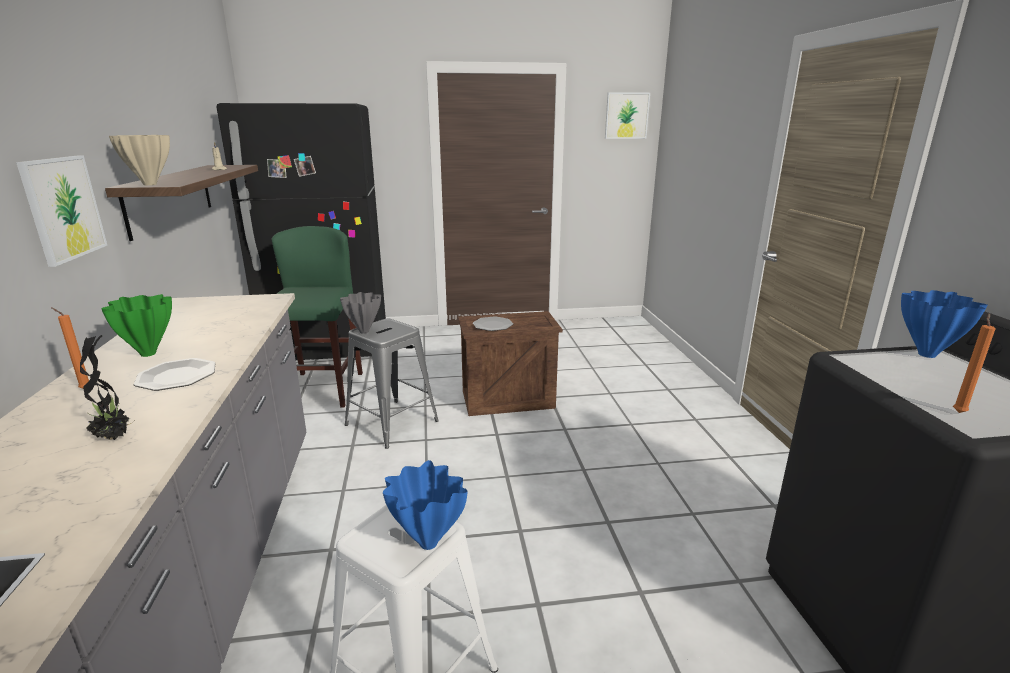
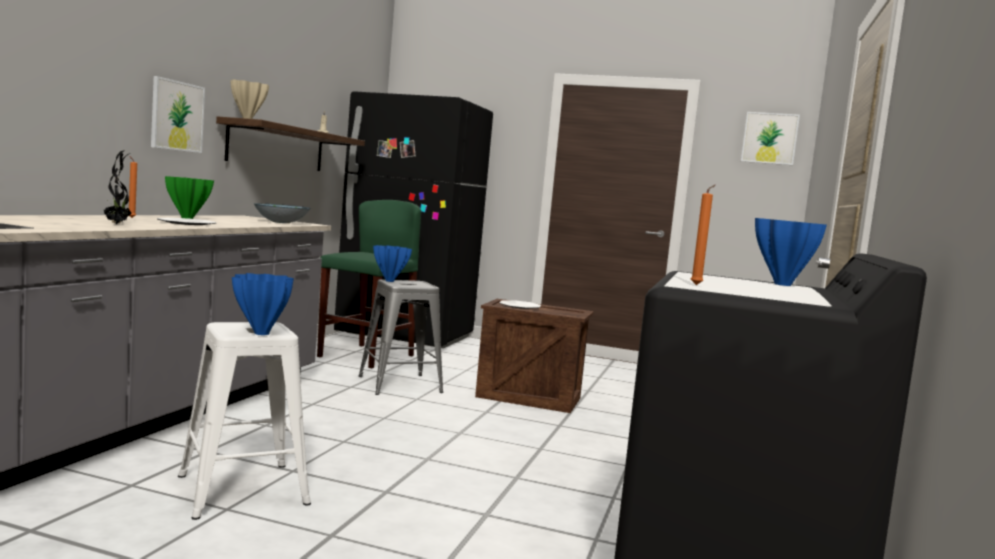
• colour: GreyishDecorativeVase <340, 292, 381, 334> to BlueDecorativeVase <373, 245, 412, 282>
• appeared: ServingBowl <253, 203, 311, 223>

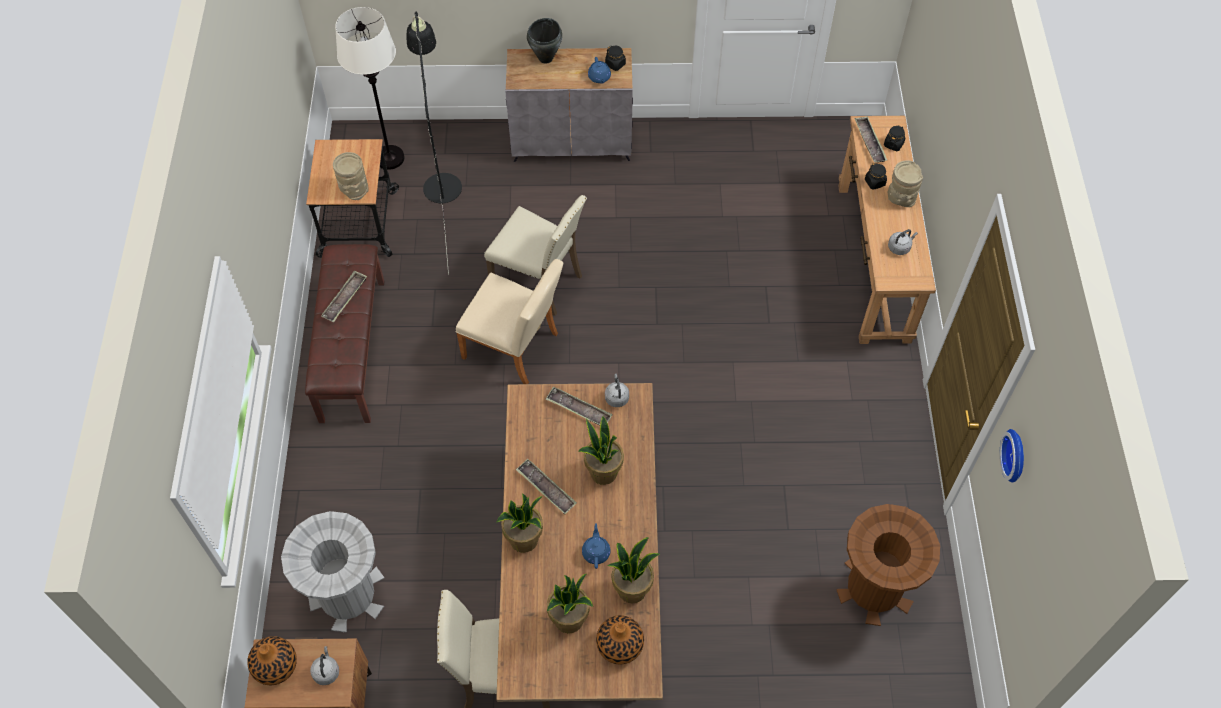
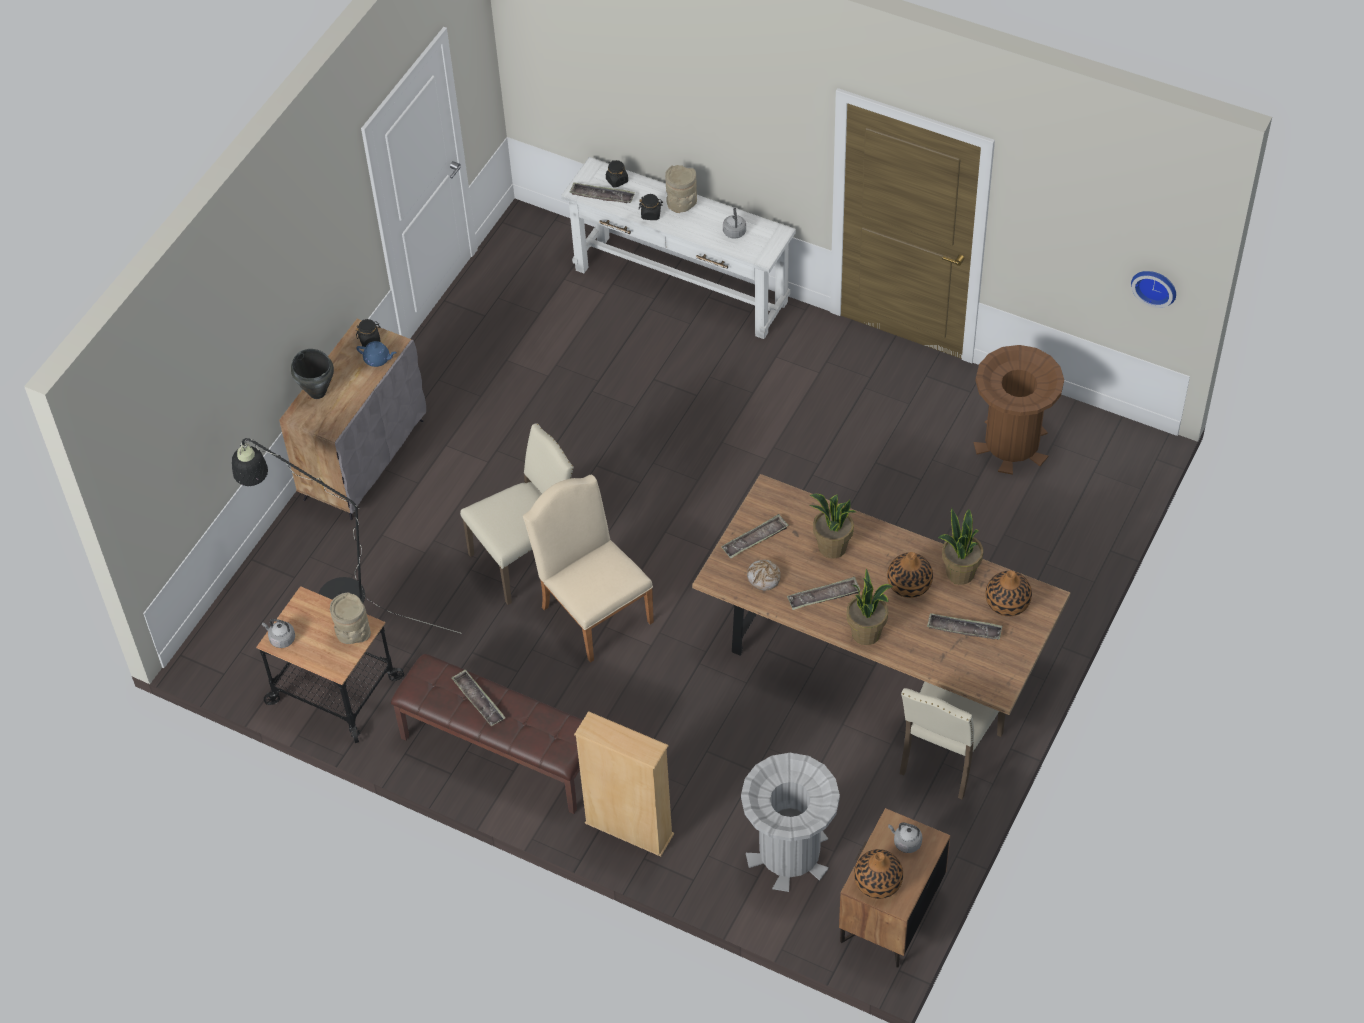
• missing: WhitishStandingLamp <335, 7, 405, 170>
• colour: BrownConsoleTable <838, 116, 936, 344> to WhitishConsoleTable <561, 157, 796, 339>
• spun: BeigeColouredChair <456, 259, 564, 384> = <523, 474, 654, 663> 90 degrees counterclockwise
• relocated: GreyishWaterKettle <605, 374, 629, 407> to <262, 619, 295, 648>
• relocated: WallClock <1000, 429, 1024, 483> to <1131, 271, 1176, 308>
• exchanged: BlueTeapot <582, 523, 611, 569> to DecorativeVase <887, 552, 933, 598>
• exchanged: Houseplant <547, 573, 593, 633> to Tray <927, 613, 1002, 639>
• appeared: Bread <747, 560, 781, 591>
• appeared: BeigeColouredBookshelf <574, 711, 674, 857>

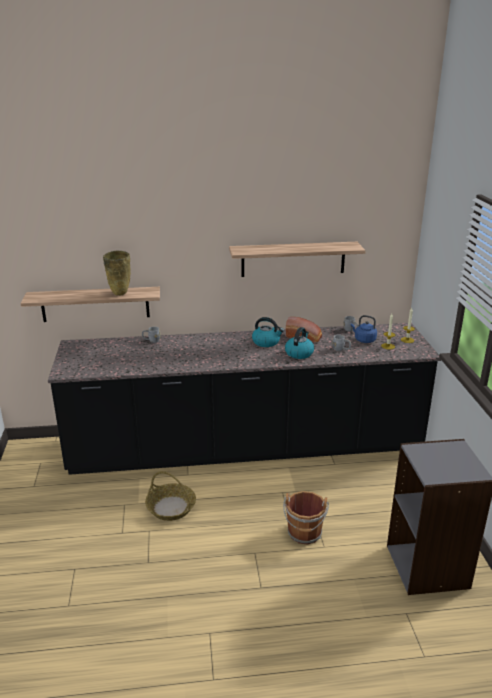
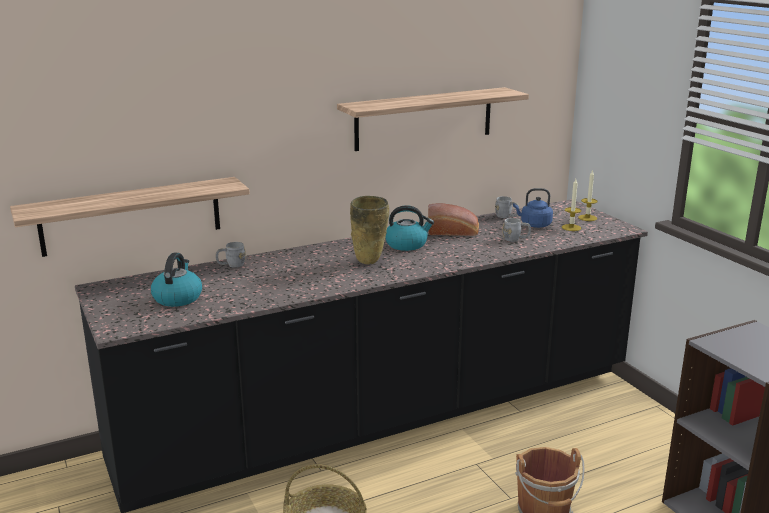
• relocated: BeigeColouredDecorativeVase <103, 251, 131, 296> to <350, 196, 389, 265>
• relocated: WaterKettle <285, 327, 314, 359> to <151, 253, 202, 307>

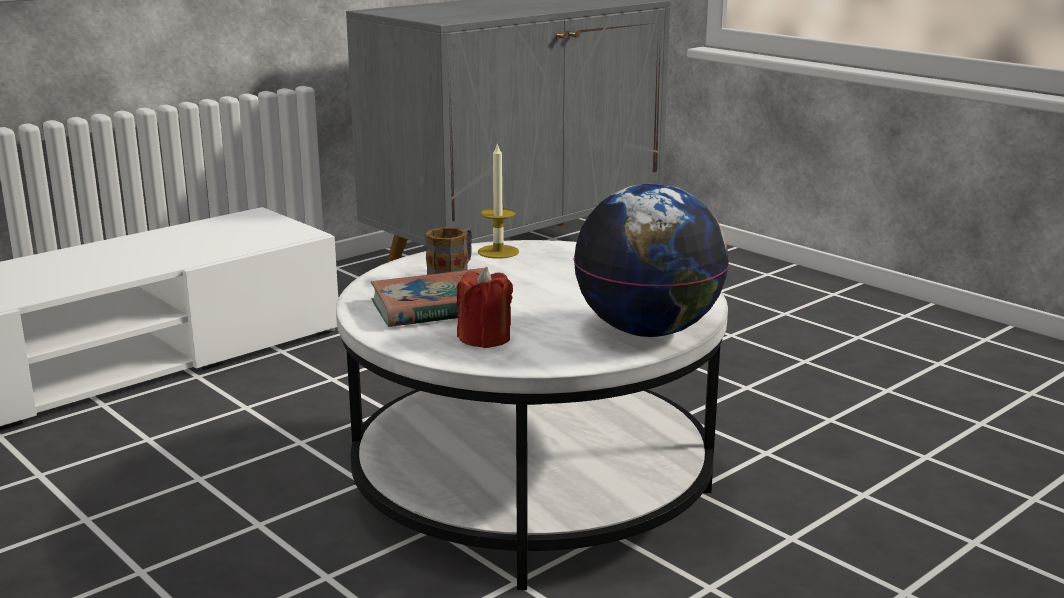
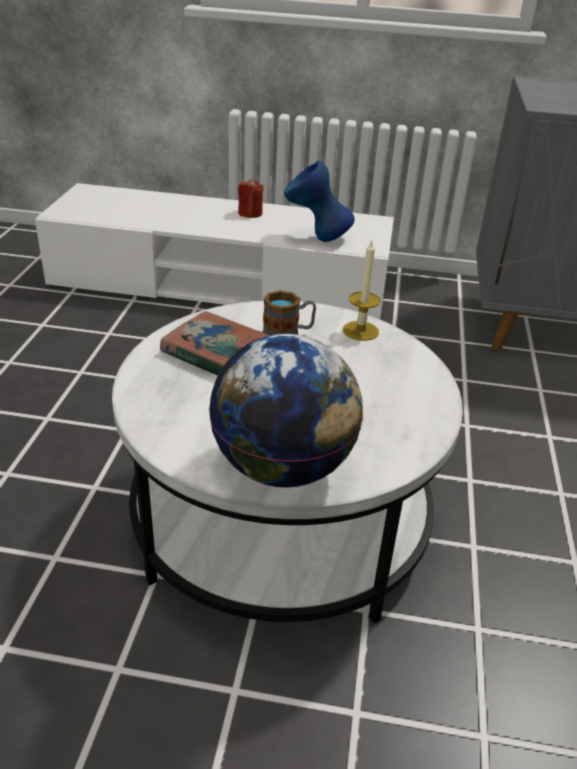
• relocated: RedColouredWaxCandle <457, 267, 513, 348> to <238, 179, 264, 218>
• appeared: BlueDecorativeVase <284, 161, 355, 242>

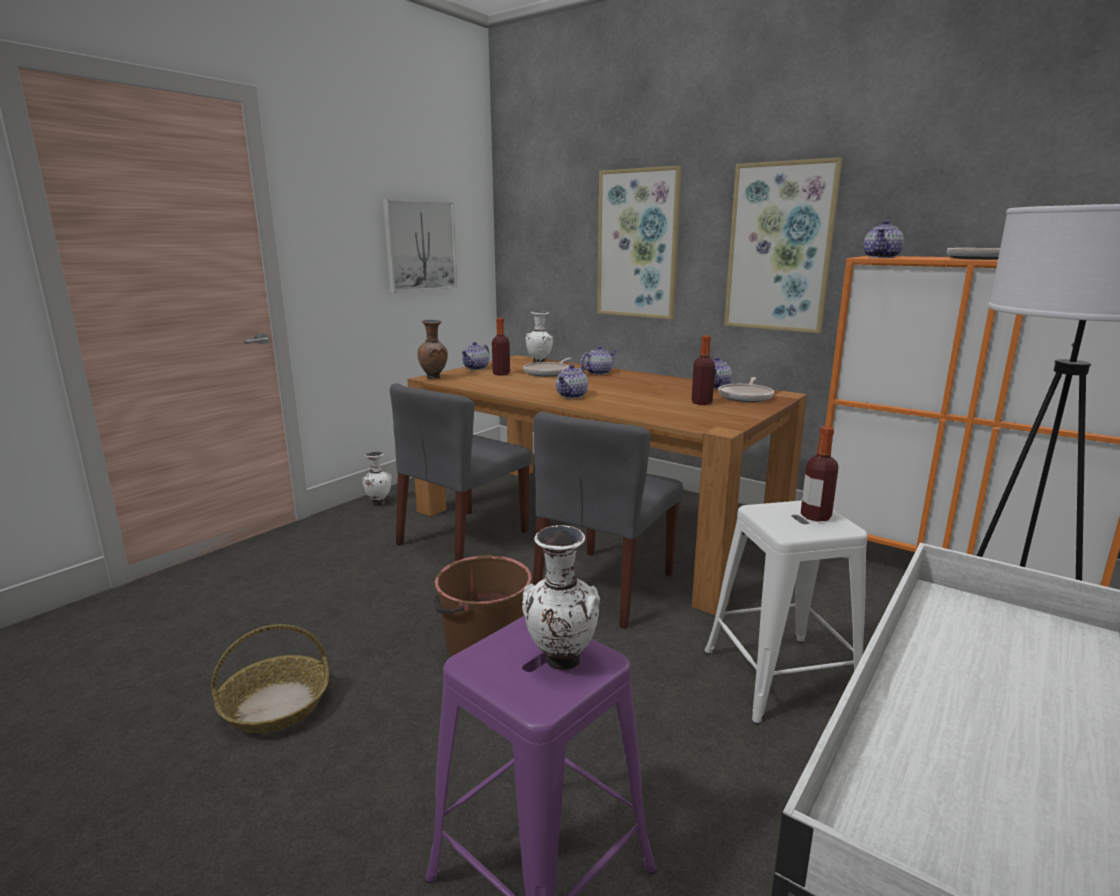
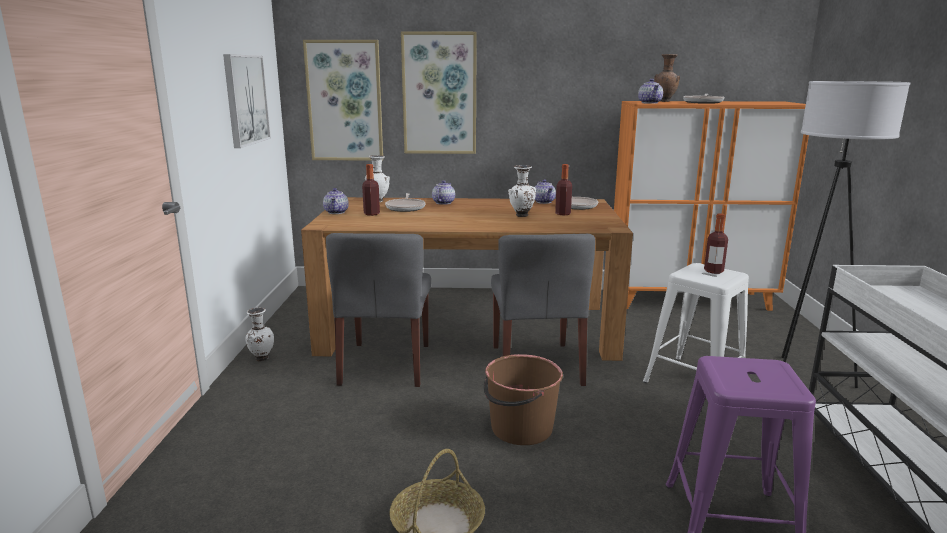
• relocated: Picture <724, 157, 842, 333> to <303, 40, 383, 161>
• relocated: BrownDecorativeVase <417, 320, 448, 379> to <654, 54, 680, 102>
• missing: Teapot <556, 364, 588, 399>
• relocated: WhitishDecorativeVase <522, 525, 600, 670> to <508, 165, 536, 217>

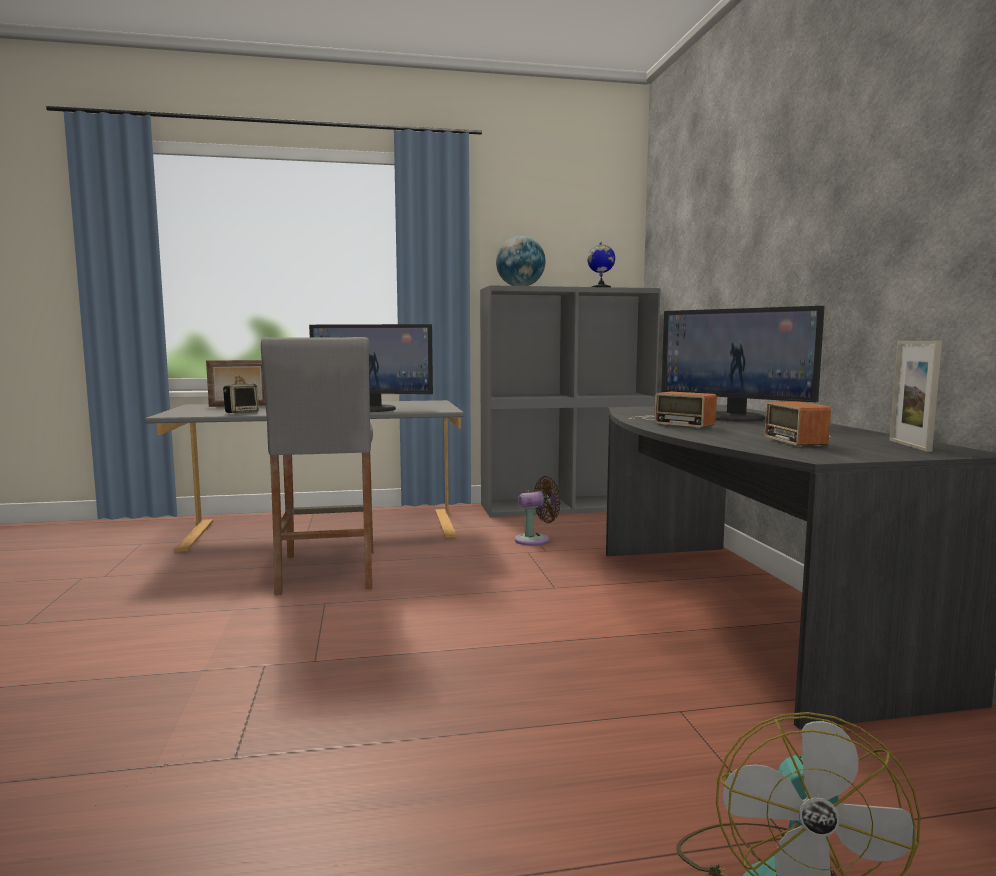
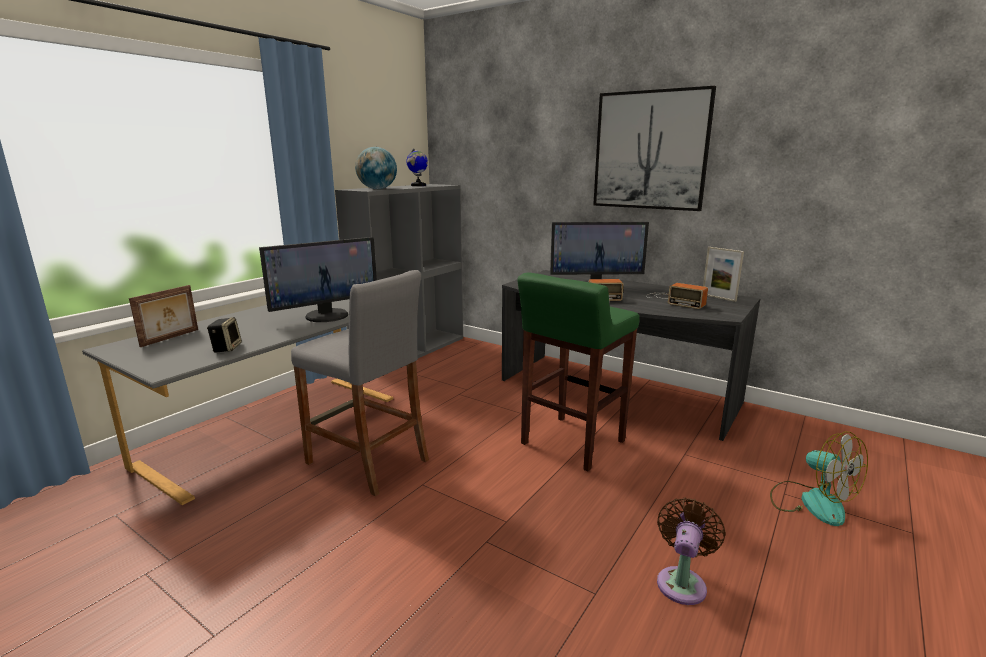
• relocated: BrownFan <515, 476, 560, 546> to <657, 497, 726, 605>
• appeared: Picture <593, 86, 716, 211>
• appeared: GreenishStool <517, 272, 640, 472>

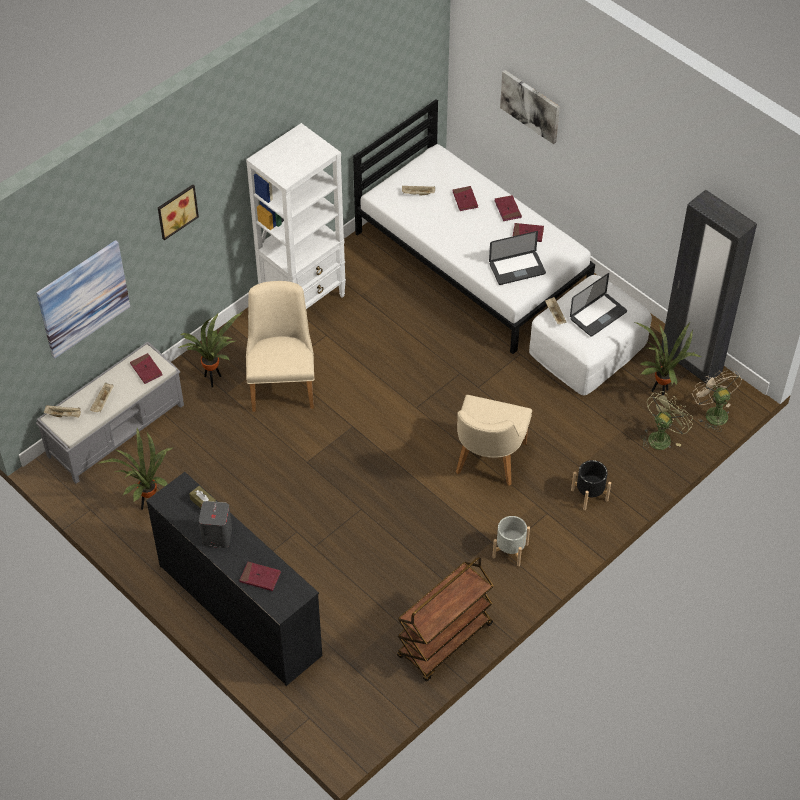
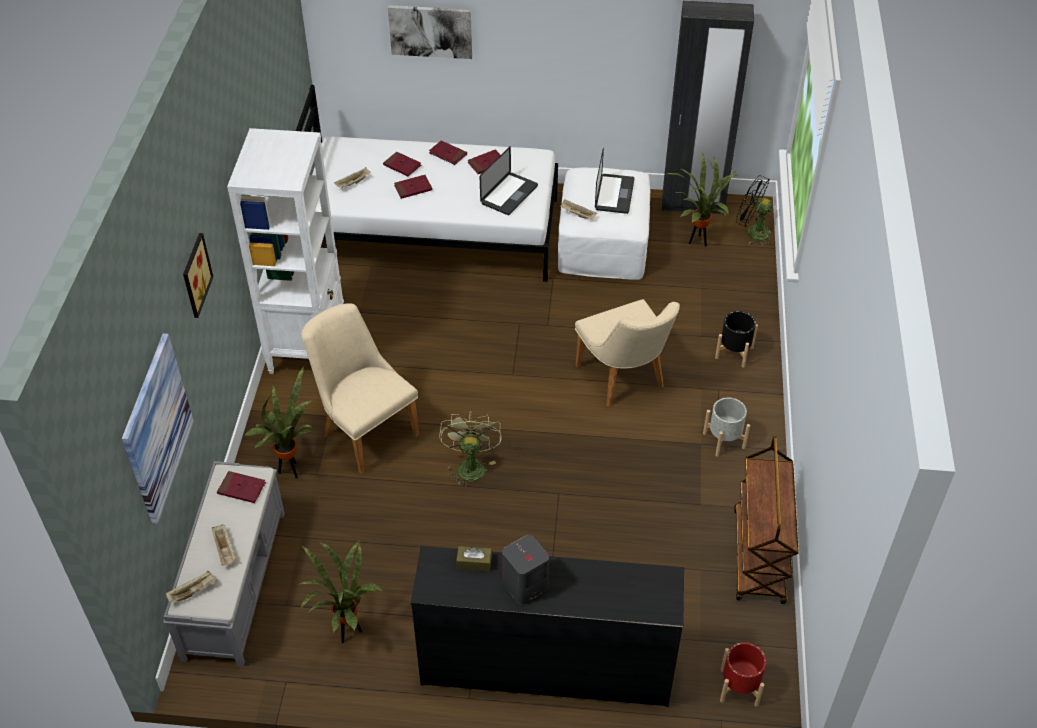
• colour: BeigeColouredFan <692, 368, 742, 432> to BlackishFan <736, 175, 775, 246>
• relocated: GreenishFan <640, 391, 693, 450> to <439, 411, 502, 488>
• relocated: RedColouredVolume <239, 562, 281, 591> to <394, 175, 432, 199>
• appeared: RedColouredPlantPot <720, 642, 766, 707>

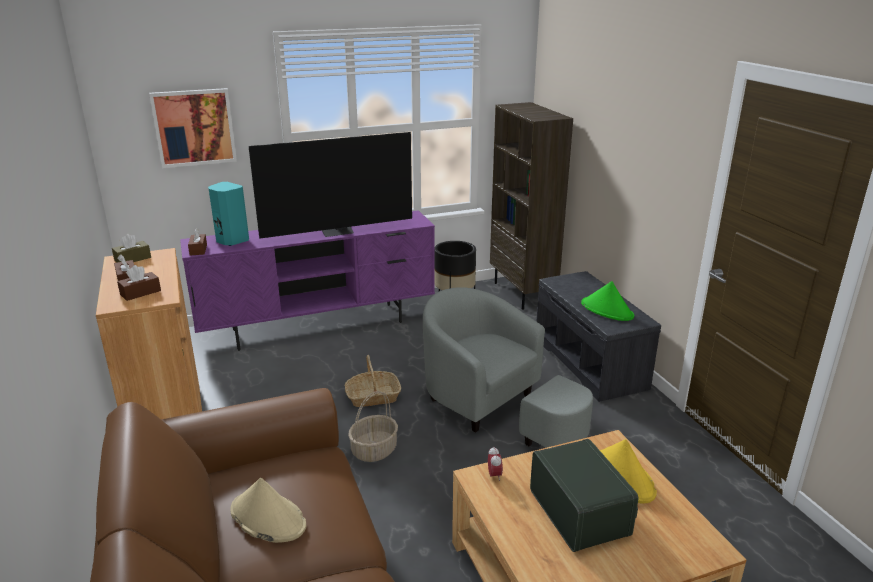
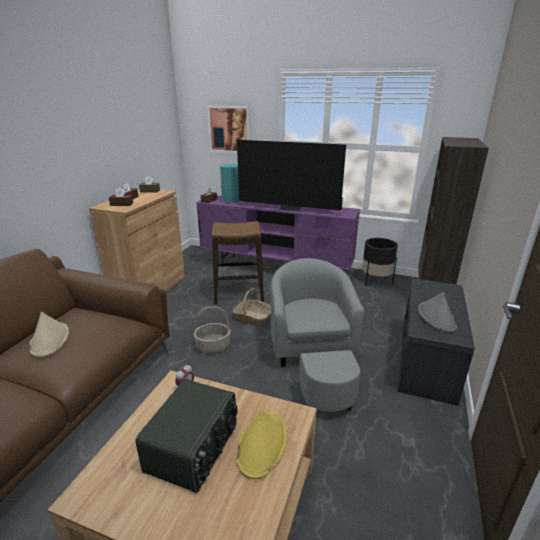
• colour: GreenishWearableHat <581, 281, 634, 321> to GreyishWearableHat <418, 292, 457, 333>
• appeared: Stool <212, 221, 264, 304>

